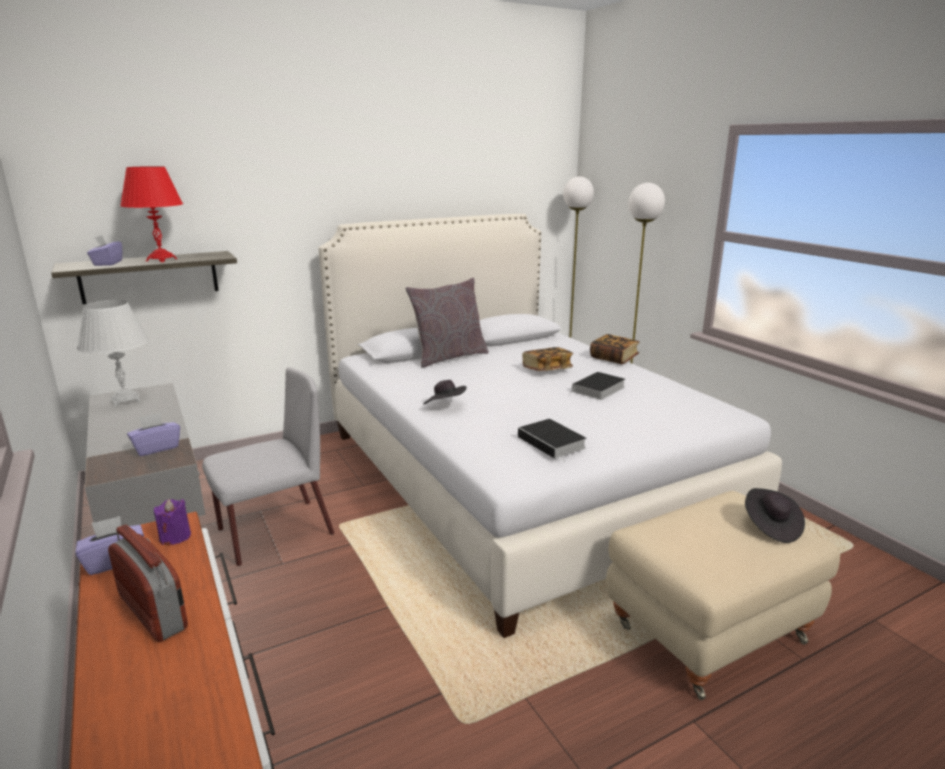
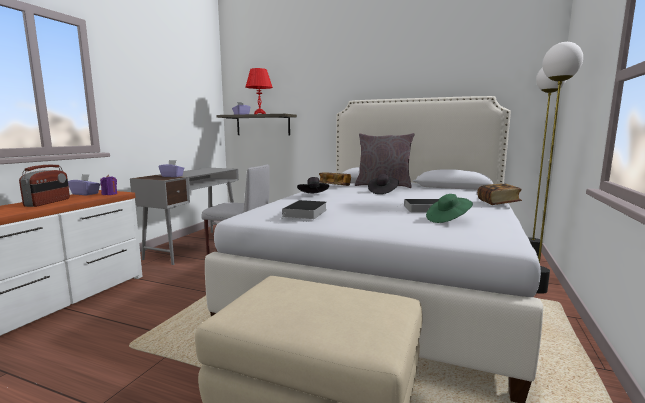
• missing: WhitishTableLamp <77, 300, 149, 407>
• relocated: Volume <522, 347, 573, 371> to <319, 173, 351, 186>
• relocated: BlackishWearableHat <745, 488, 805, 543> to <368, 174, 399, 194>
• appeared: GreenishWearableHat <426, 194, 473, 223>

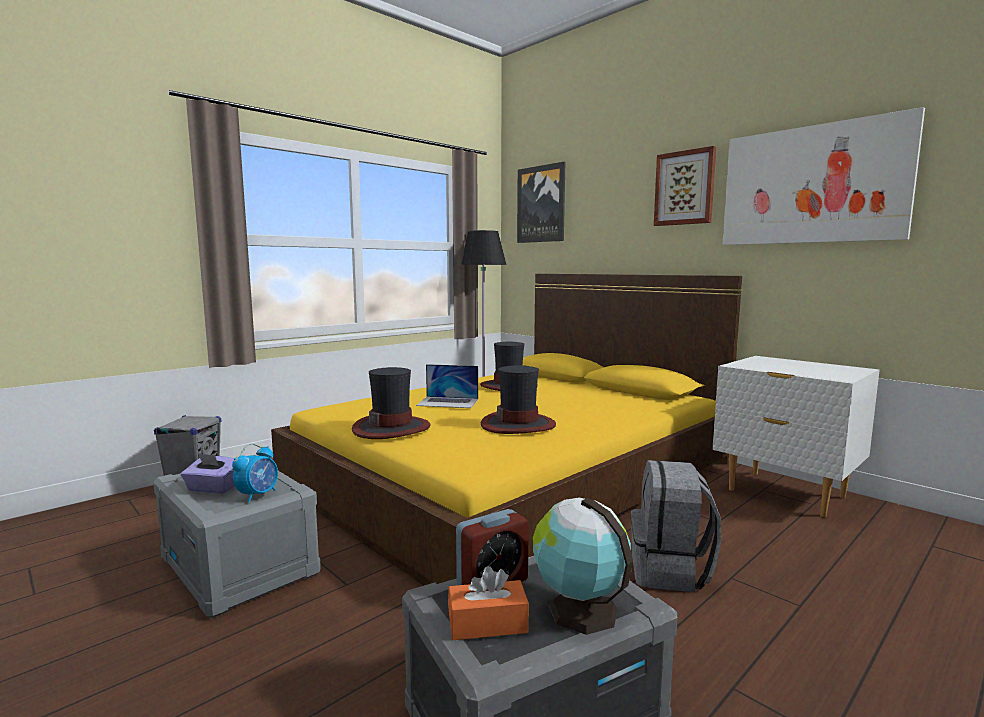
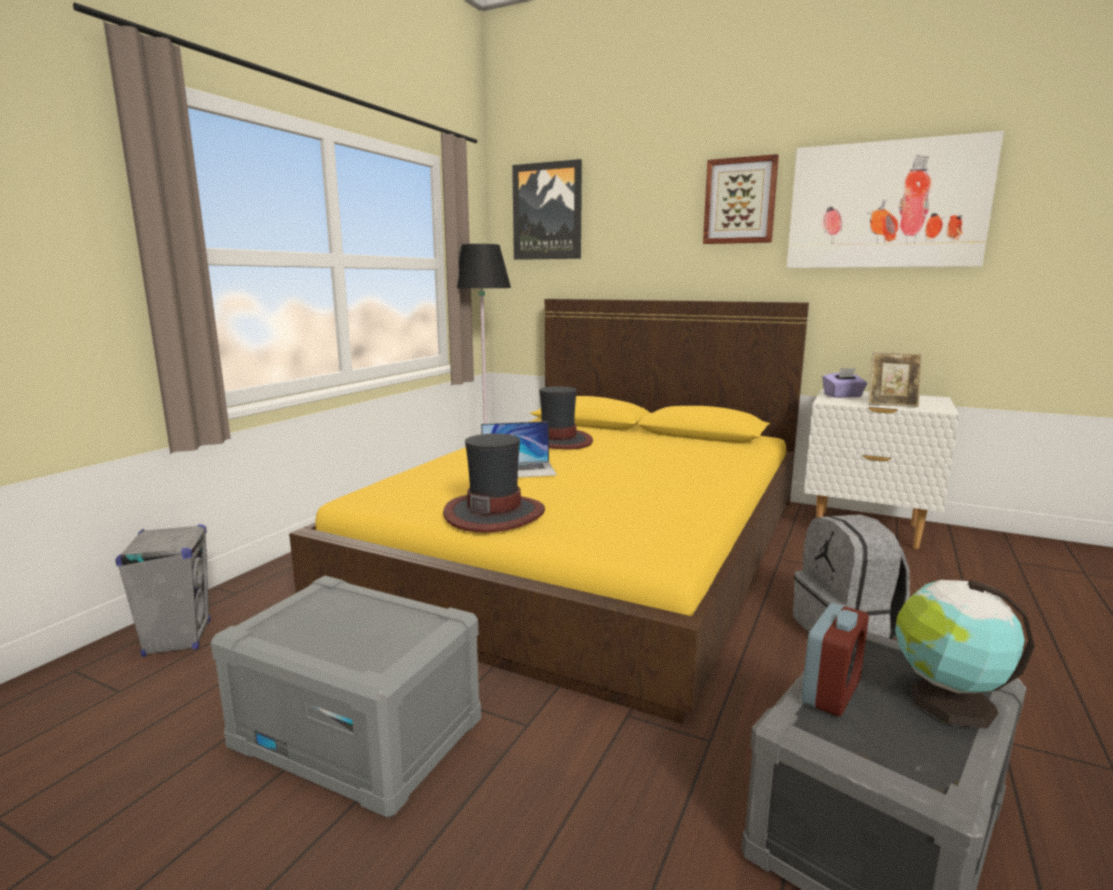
• missing: WearableHat <481, 365, 556, 434>
• missing: AlarmClock <232, 444, 278, 502>
• relocated: PurplishTissueHolder <181, 453, 235, 494> to <822, 368, 867, 398>
• missing: OrangeyTissueHolder <448, 566, 529, 640>
• appeared: PictureFrame <869, 352, 923, 407>

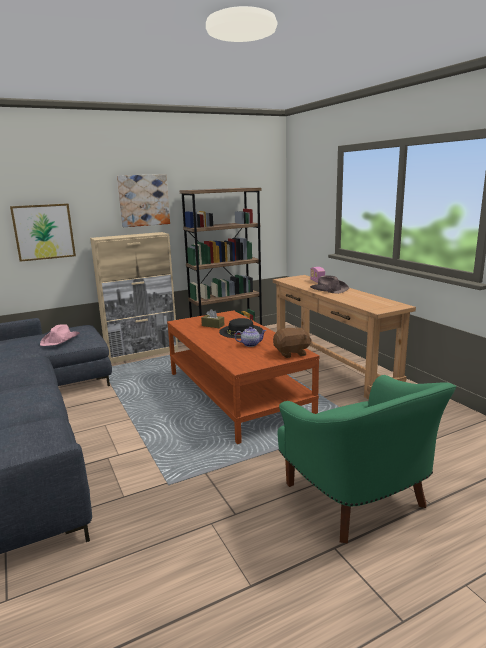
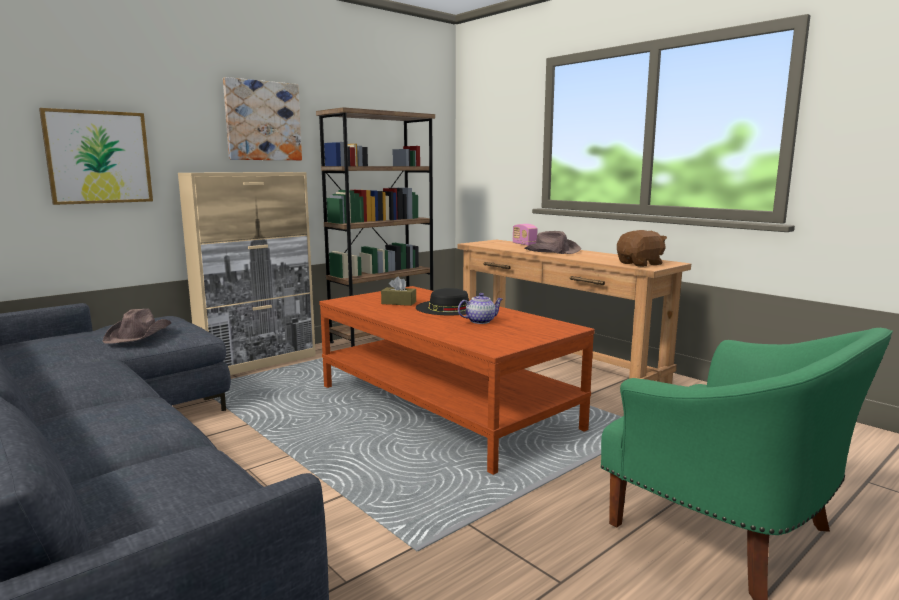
• colour: PinkishWearableHat <40, 325, 80, 346> to BrownWearableHat <102, 309, 171, 344>
• relocated: BrownSoftToy <273, 327, 312, 358> to <617, 230, 667, 267>

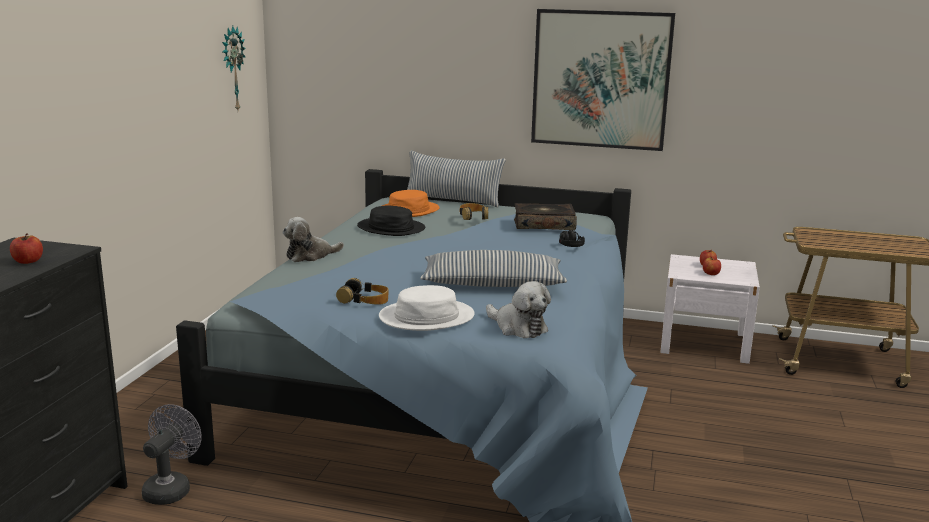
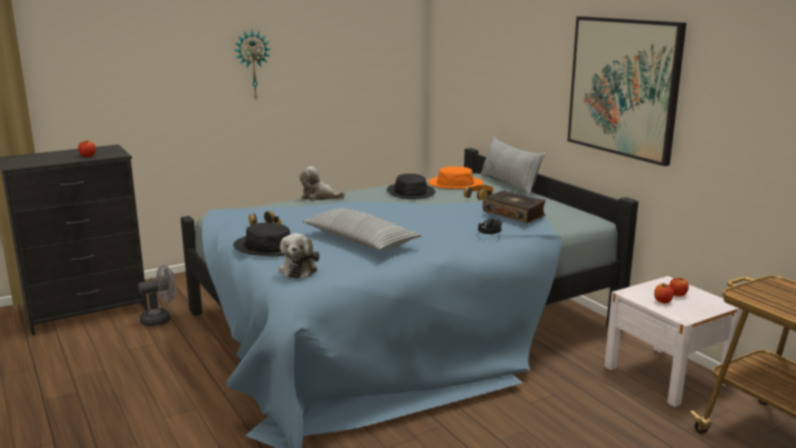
• relocated: WallClock <222, 26, 246, 110> to <234, 31, 271, 99>
• colour: WhitishWearableHat <379, 285, 475, 331> to BlackishWearableHat <233, 223, 291, 256>

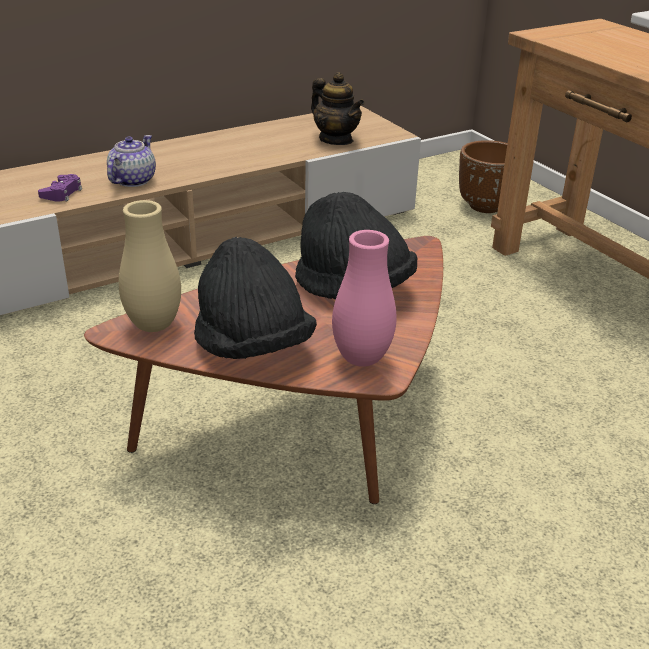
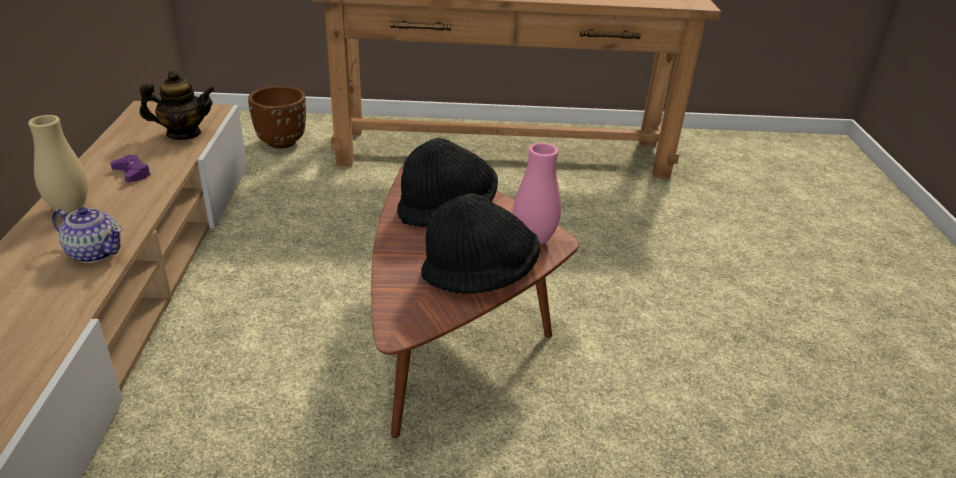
• spun: Teapot <107, 135, 156, 187> = <52, 207, 123, 263> 150 degrees clockwise
• relocated: PurplishGameController <38, 174, 82, 202> to <110, 155, 151, 183>
• relocated: BeigeColouredDecorativeVase <119, 200, 181, 332> to <28, 115, 88, 213>

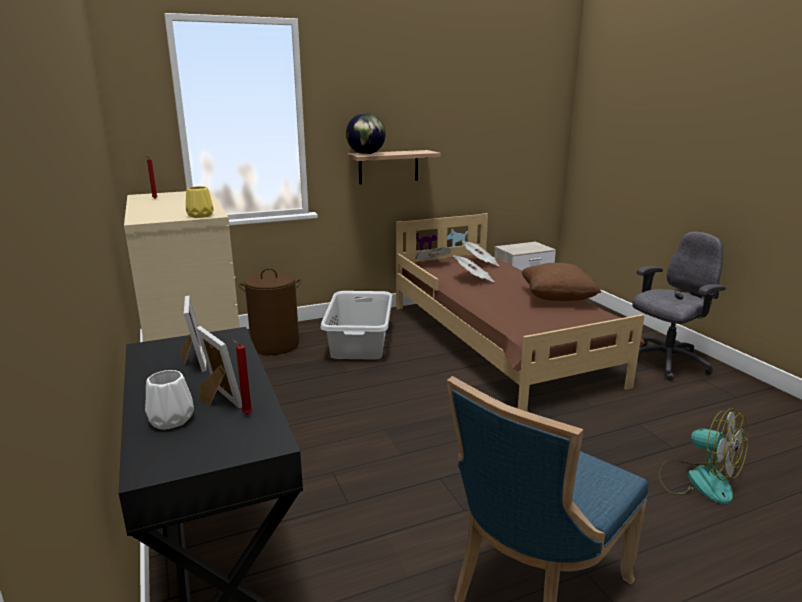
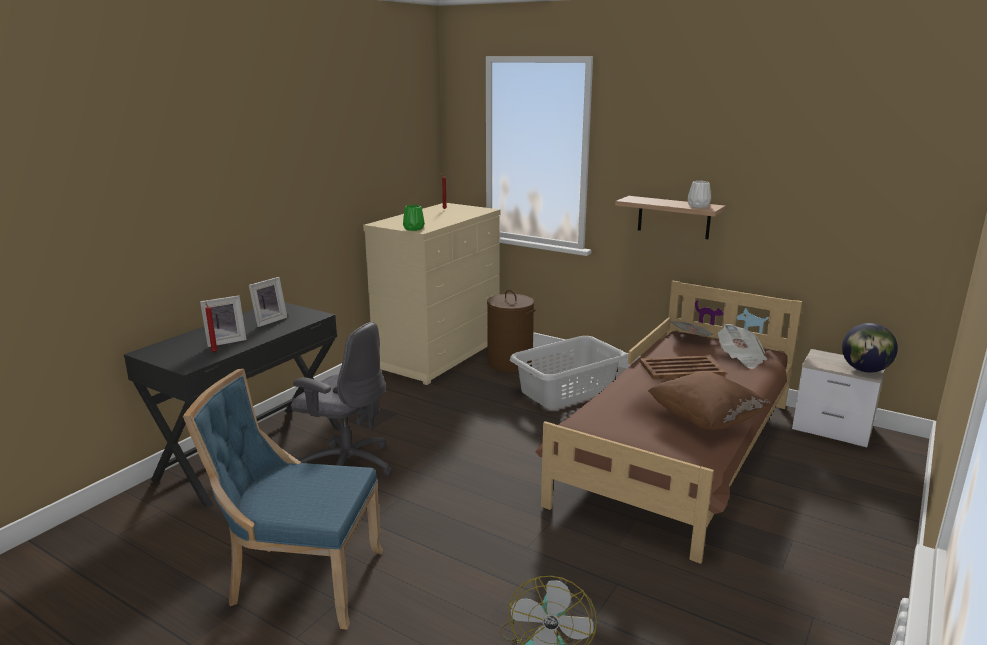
• relocated: WorldGlobe <346, 113, 386, 155> to <842, 323, 898, 373>
• colour: YellowishDecorativeVase <186, 186, 214, 218> to GreenishDecorativeVase <403, 205, 425, 231>
• relocated: GreyishOfficeChair <632, 232, 726, 381> to <291, 322, 393, 476>
• exchanged: Newspaper <453, 255, 495, 282> to BrownTray <640, 355, 725, 379>
• spun: PictureFrame <196, 326, 242, 409> = <200, 295, 247, 347> 45 degrees clockwise
• relocated: WhitishDecorativeVase <145, 370, 194, 430> to <688, 181, 711, 208>

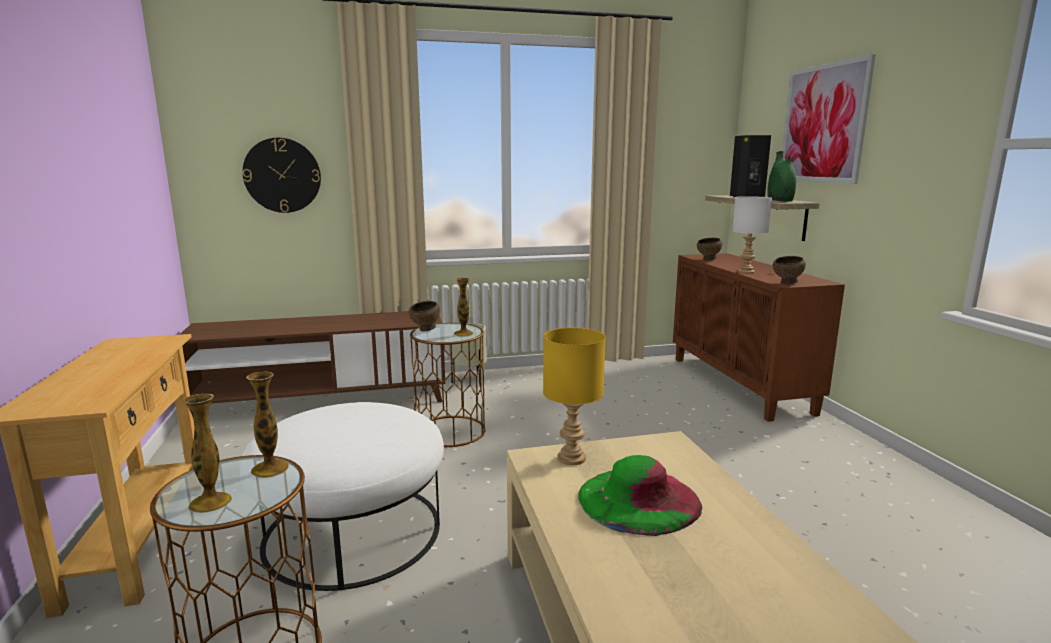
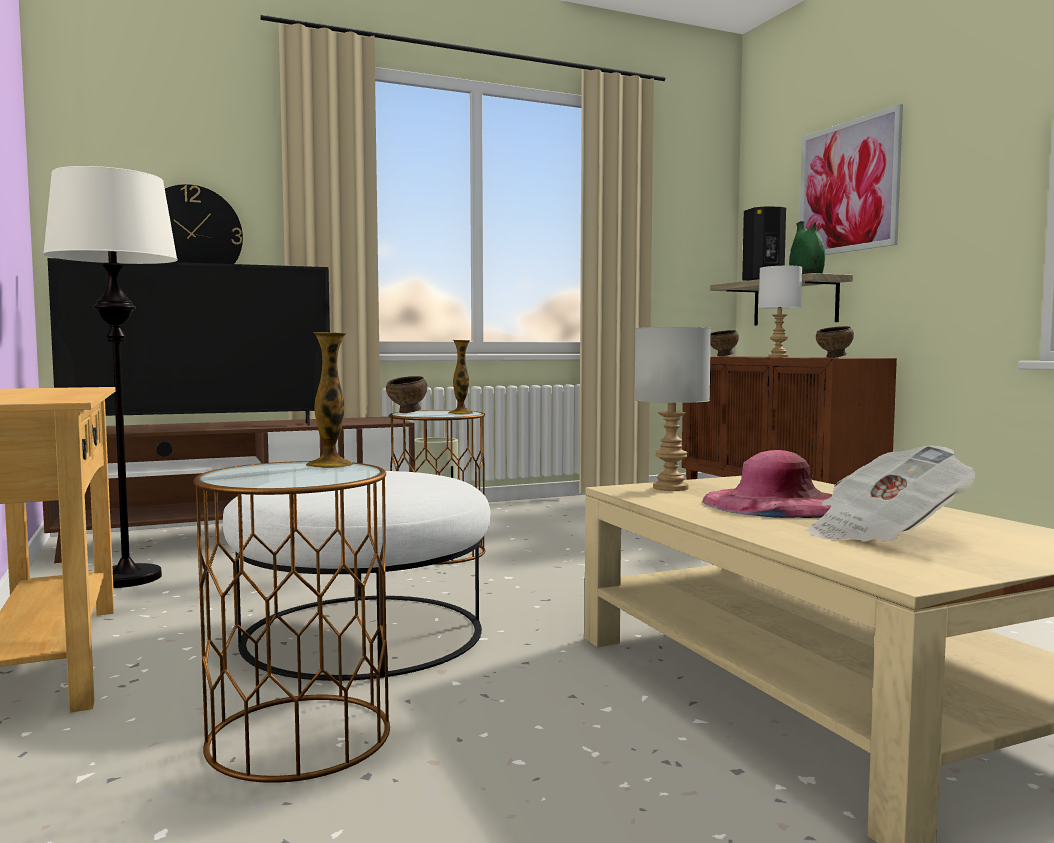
• colour: YellowishTableLamp <543, 328, 606, 465> to GreyishTableLamp <635, 327, 711, 491>
• missing: DecorativeVase <183, 394, 232, 513>
• colour: GreenishWearableHat <578, 455, 702, 536> to PinkishWearableHat <702, 450, 832, 518>
• appeared: WhitishStandingLamp <43, 166, 178, 588>
• appeared: Tv <47, 258, 330, 426>
• appeared: Newspaper <808, 445, 975, 542>

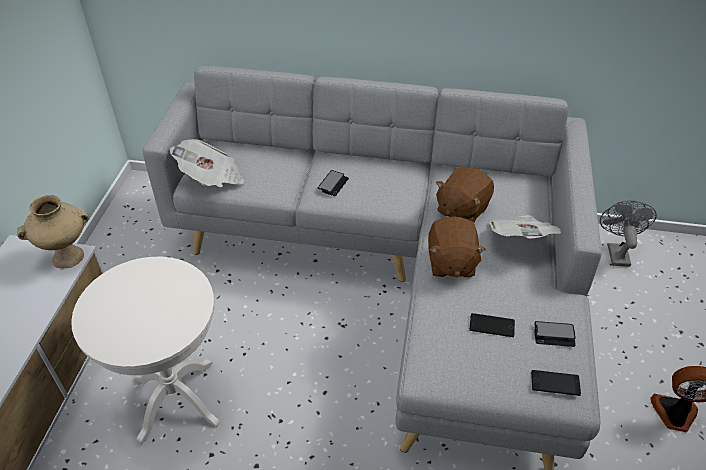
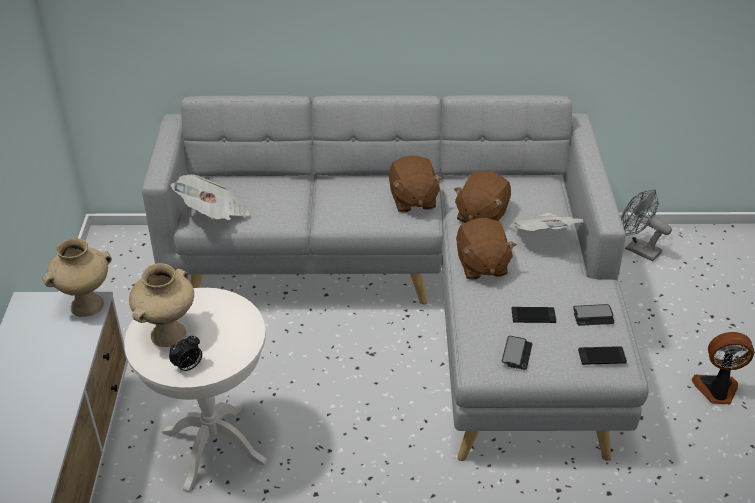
• relocated: Telephone <317, 170, 349, 196> to <501, 336, 532, 370>
• spun: GreyishFan <600, 200, 657, 267> = <621, 189, 672, 262> 45 degrees counterclockwise
• appeared: BrownSoftToy <389, 156, 443, 213>
• appeared: BeigeColouredDecorativeVase <129, 263, 194, 347>
• appeared: AlarmClock <169, 335, 202, 373>

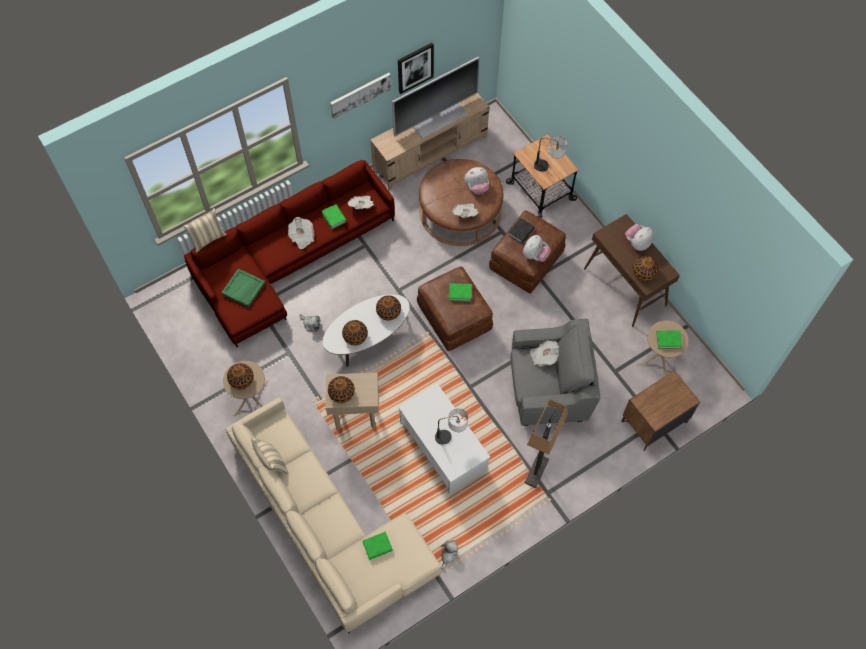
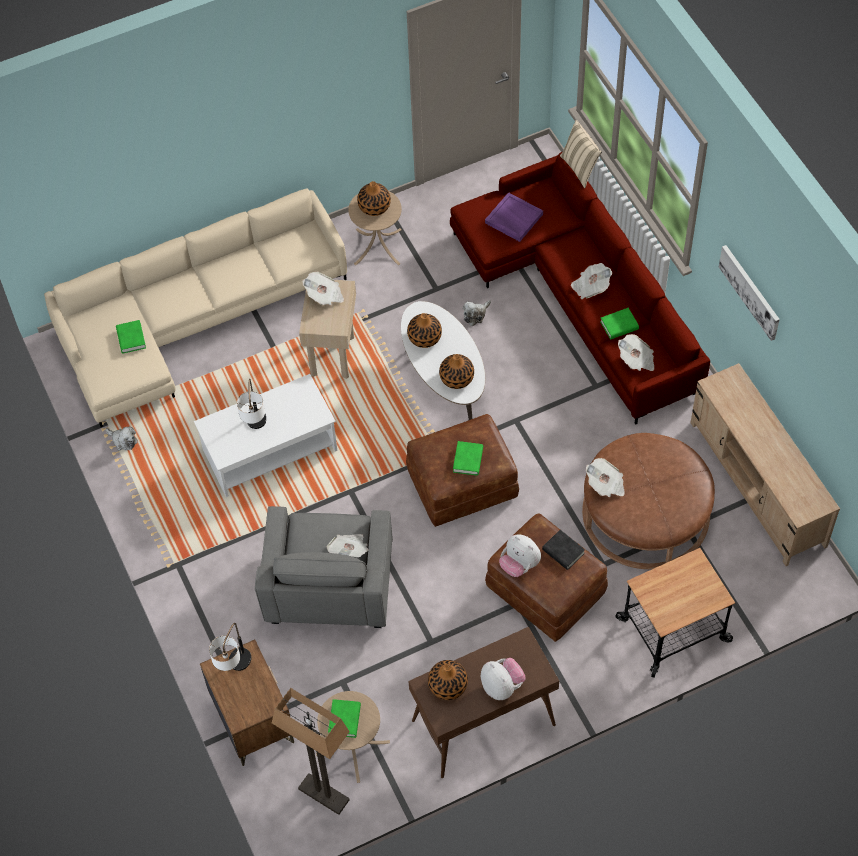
• missing: Picture <398, 43, 434, 94>
• missing: Tv <392, 57, 480, 138>
• relocated: TableLamp <534, 136, 567, 171> to <209, 623, 251, 671>
• missing: SoftToy <465, 167, 489, 195>
• colour: GreenishTray <221, 268, 265, 307> to PurplishTray <485, 192, 543, 242>
• exchanged: DecorativeVase <328, 376, 355, 403> to Newspaper <303, 272, 344, 305>
• relocated: StandingLamp <524, 399, 568, 488> to <272, 688, 350, 815>
• missing: BeigeColouredThrowPillow <251, 438, 289, 474>

